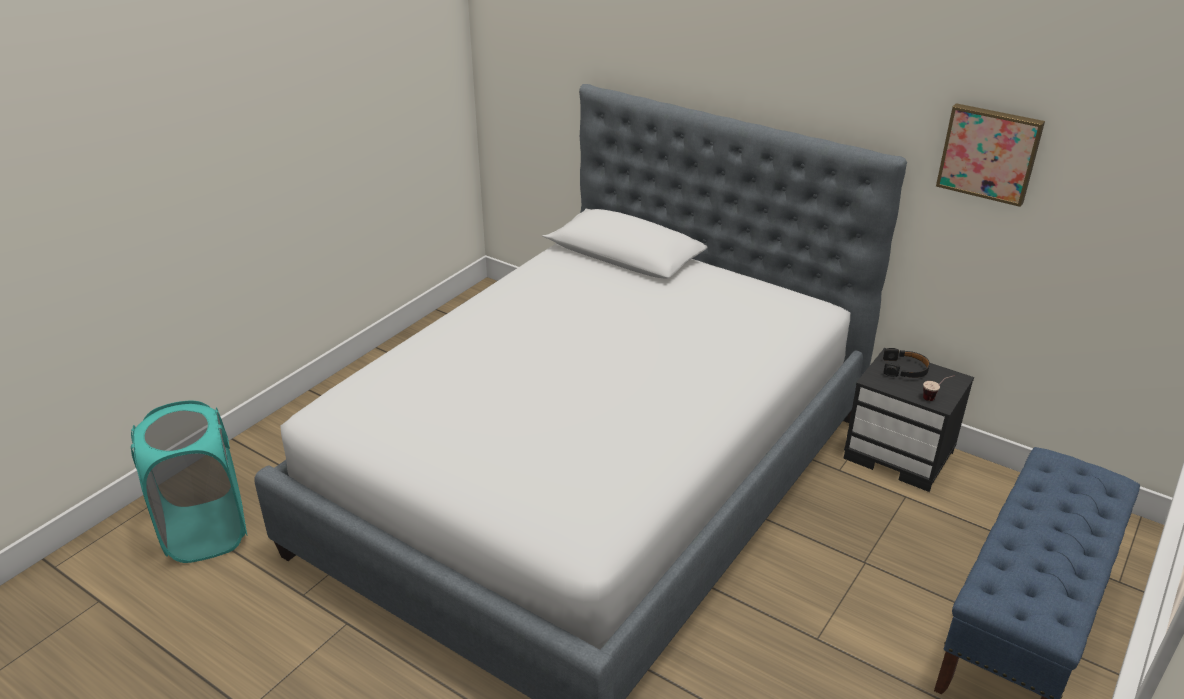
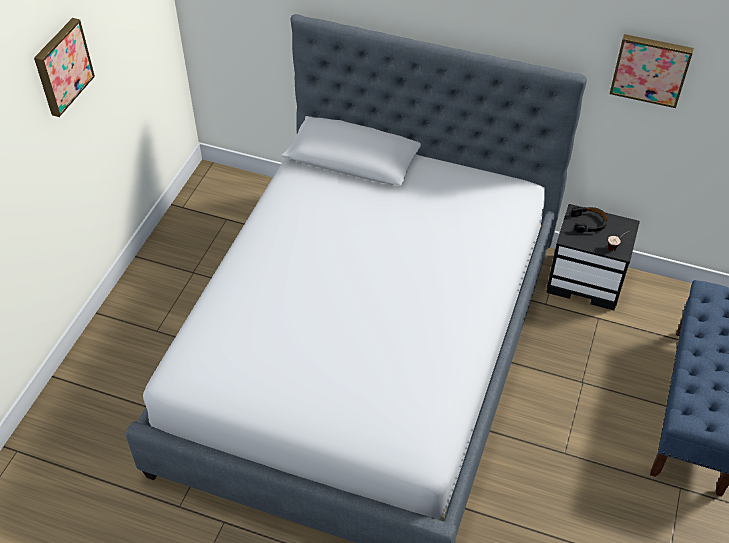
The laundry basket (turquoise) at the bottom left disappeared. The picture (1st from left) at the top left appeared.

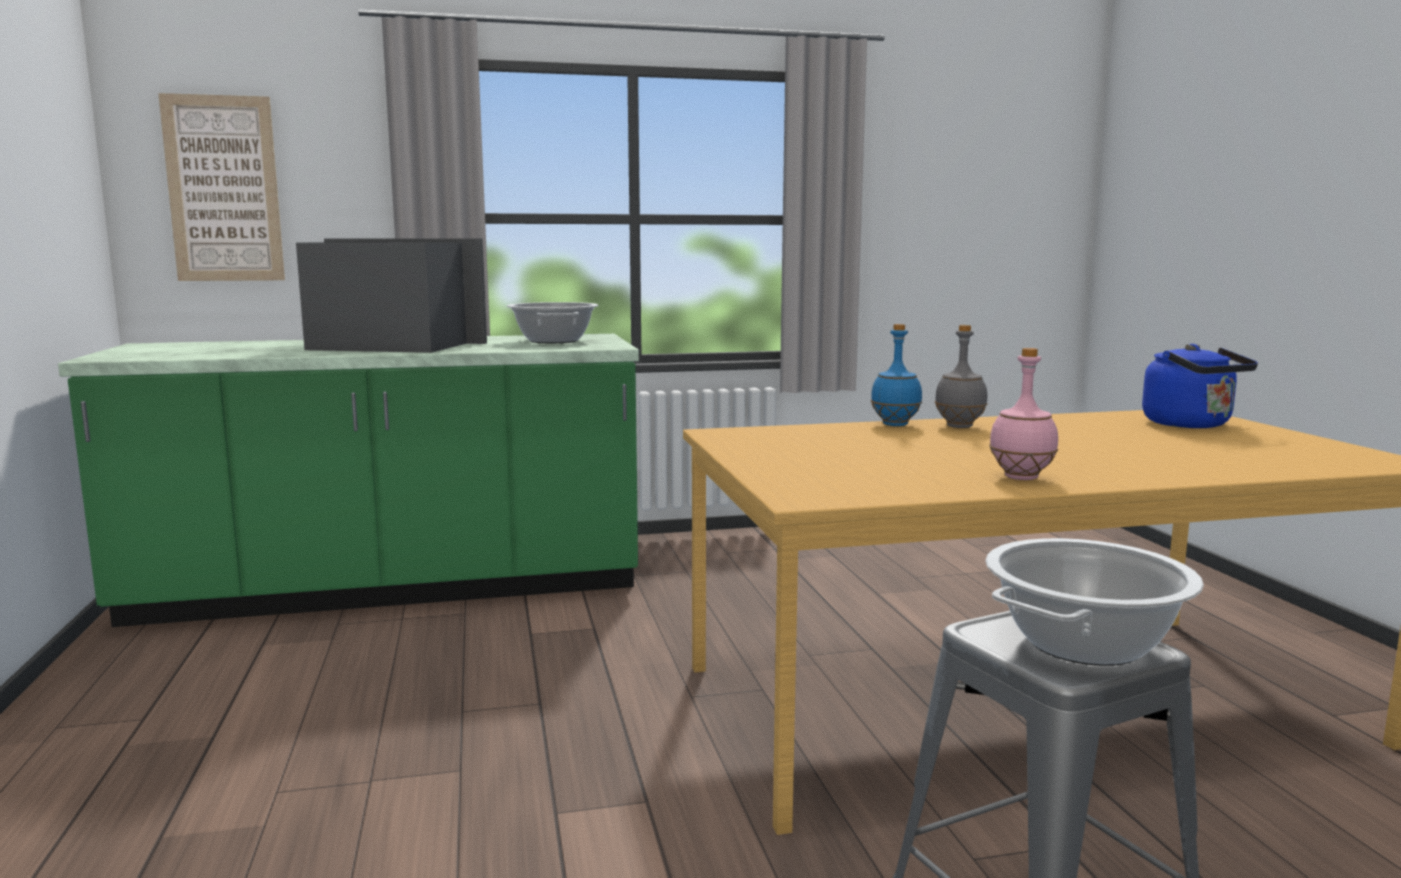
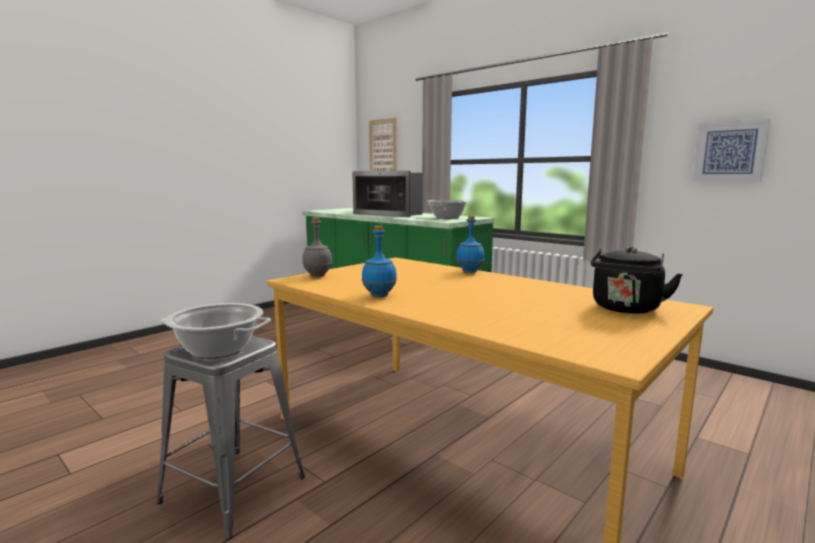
The microwave at the middle left turned 150 degrees clockwise. The bottle (grey) moved from the middle right to the centre. The bottle (pink) at the middle right became the bottle (blue) (1st from left) at the centre. The kettle (blue) at the middle right became the kettle (black) at the middle right. The picture (2nd from left) at the top right appeared.

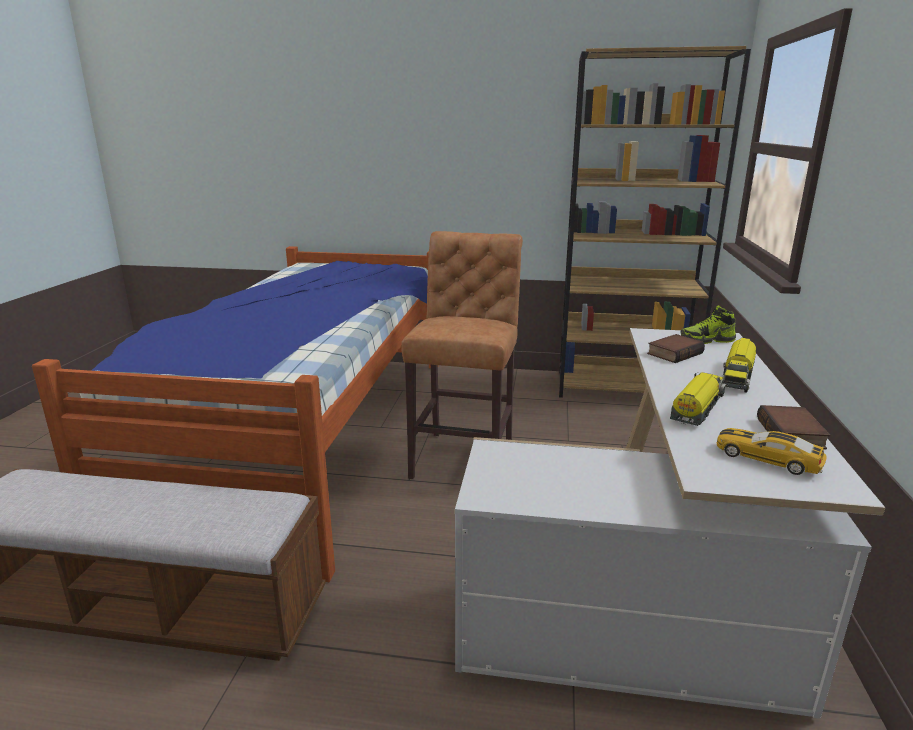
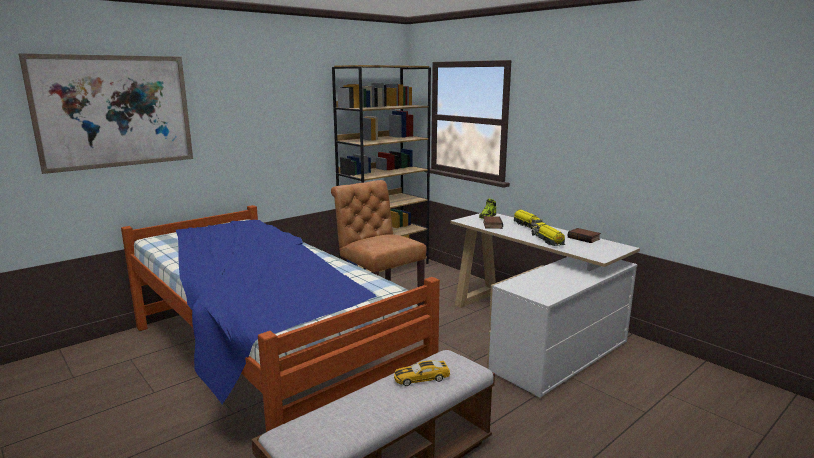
The toy car moved from the middle right to the bottom centre. The picture at the top left appeared.

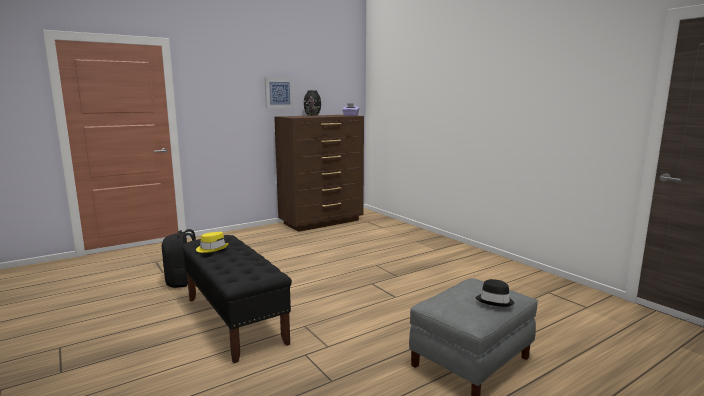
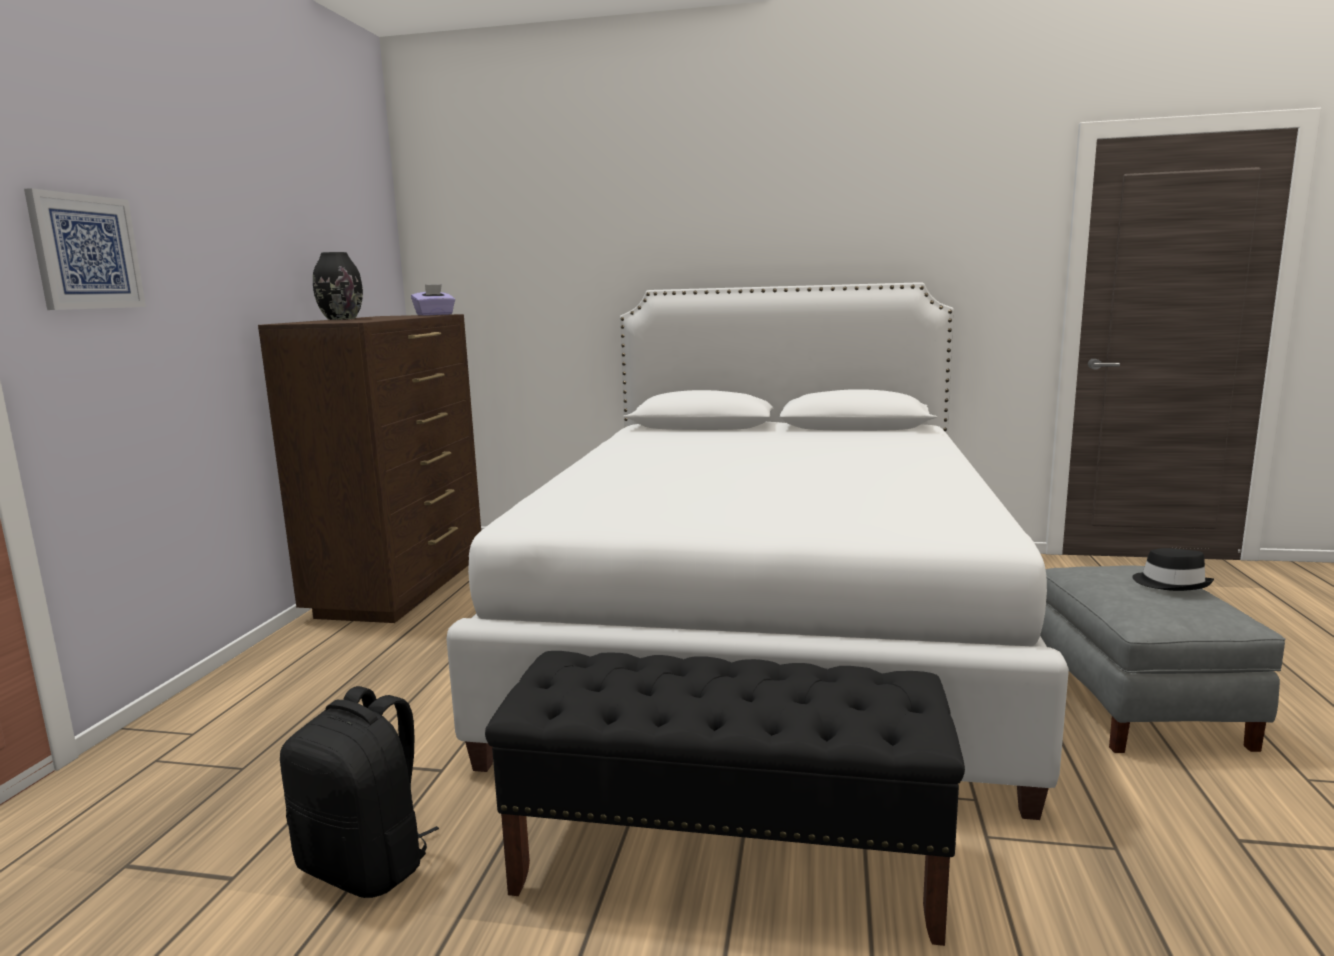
The hat (yellow) at the middle left disappeared. The picture moved from the top centre to the top left. The bed (white) at the centre appeared.

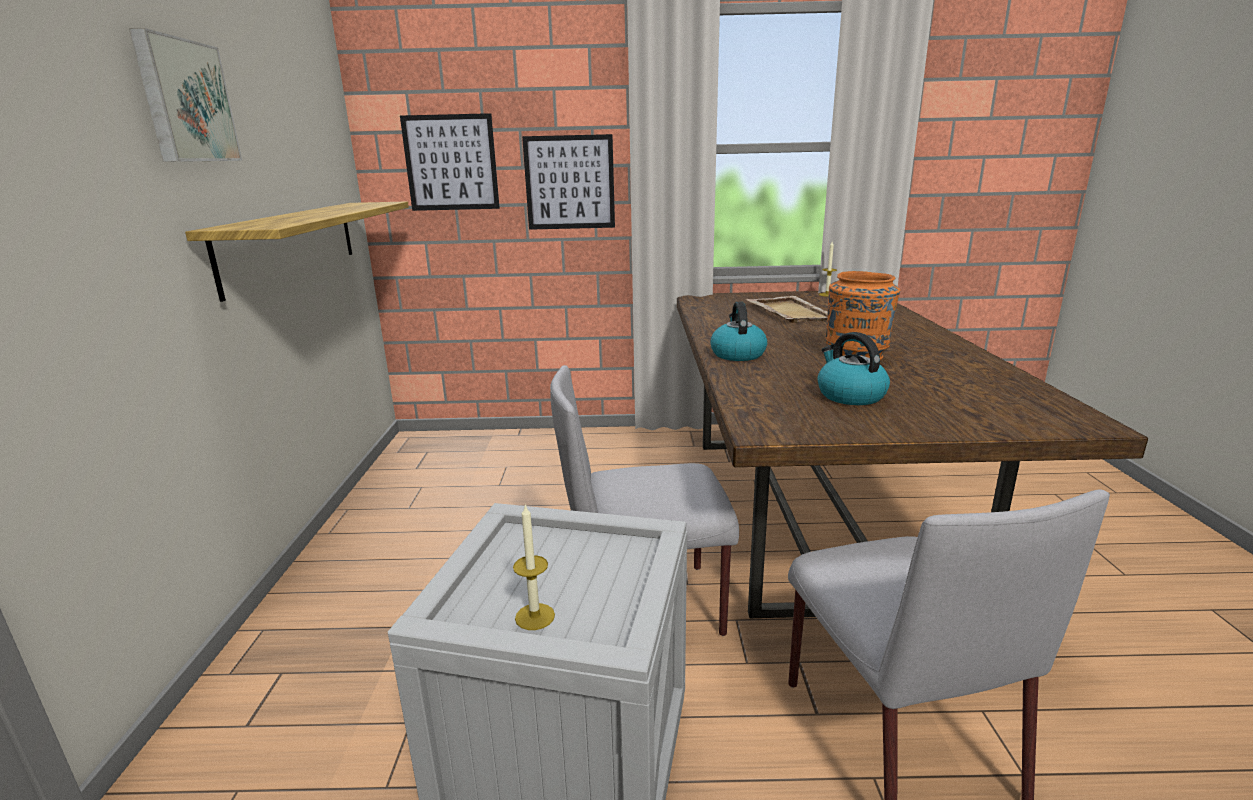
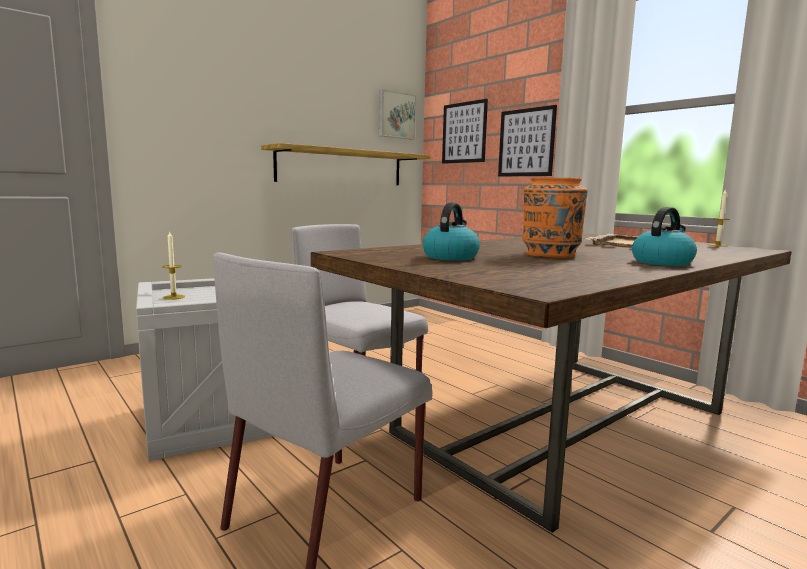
The picture (1st from left) moved from the top left to the top centre. The kettle (1st from left in the first image) moved from the centre to the middle right.

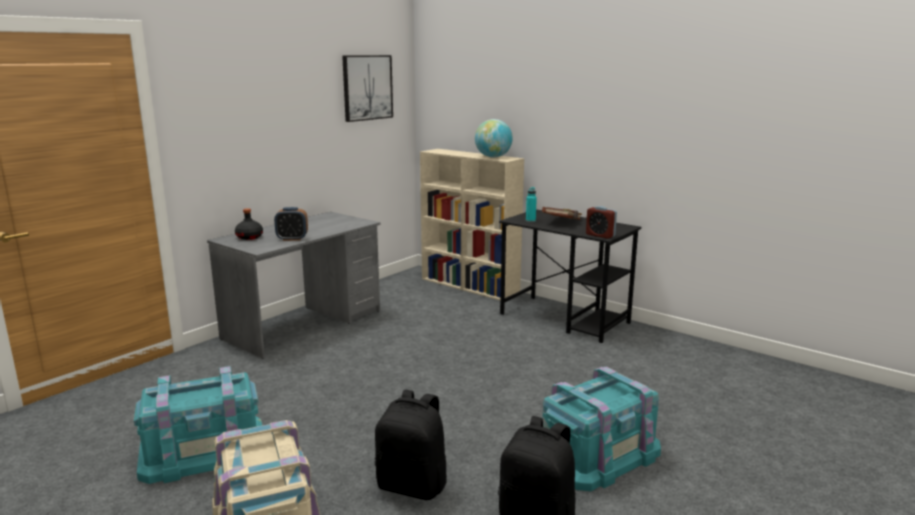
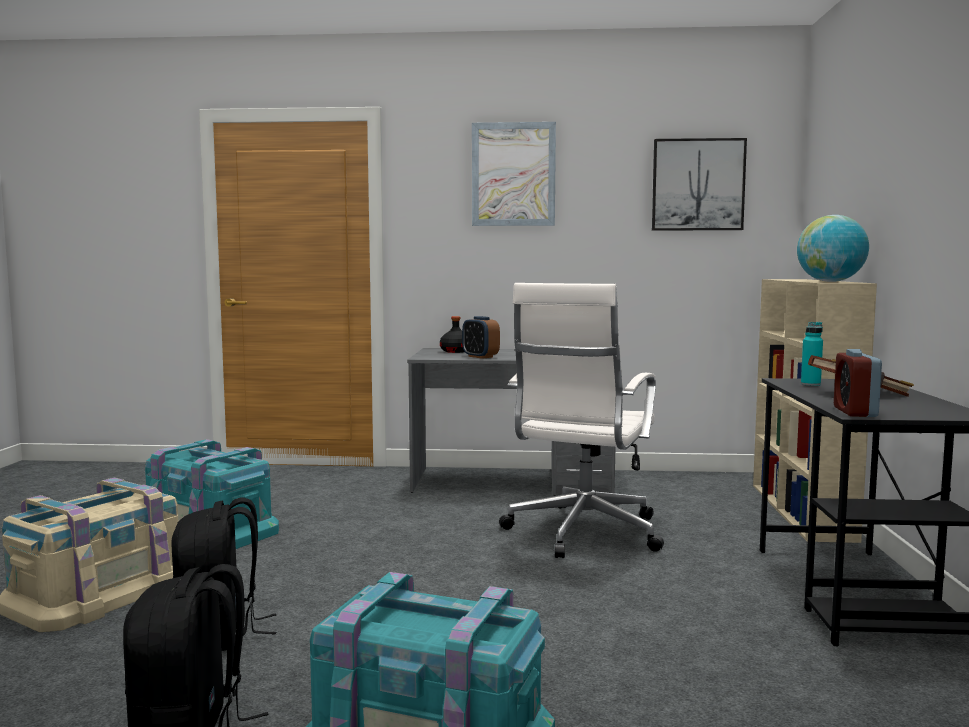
The picture (1st from left) at the top centre appeared. The office chair (white) at the centre appeared.

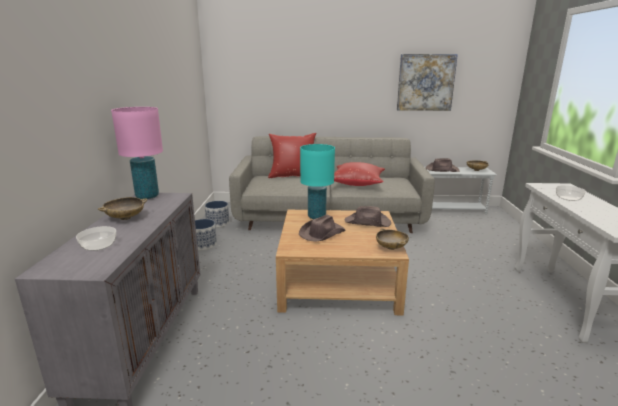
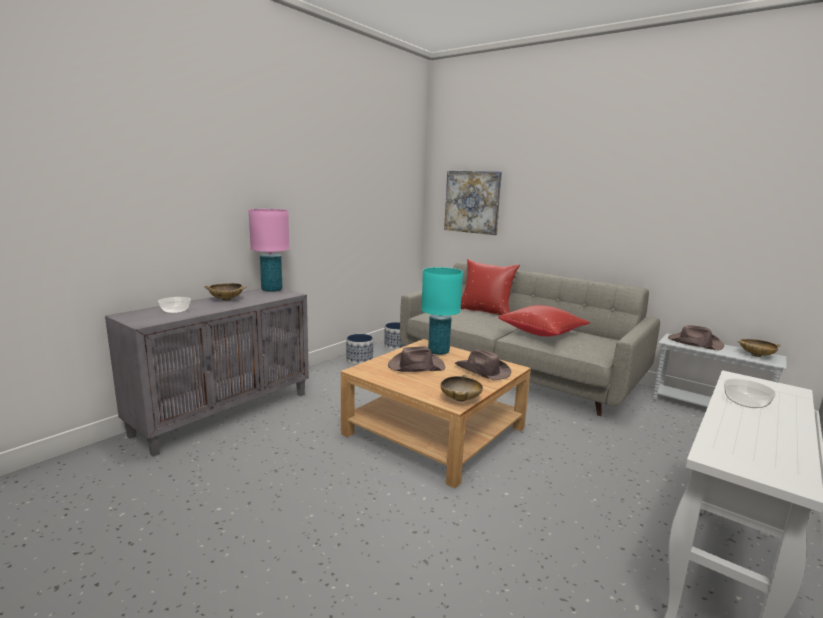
The picture moved from the top right to the top centre.

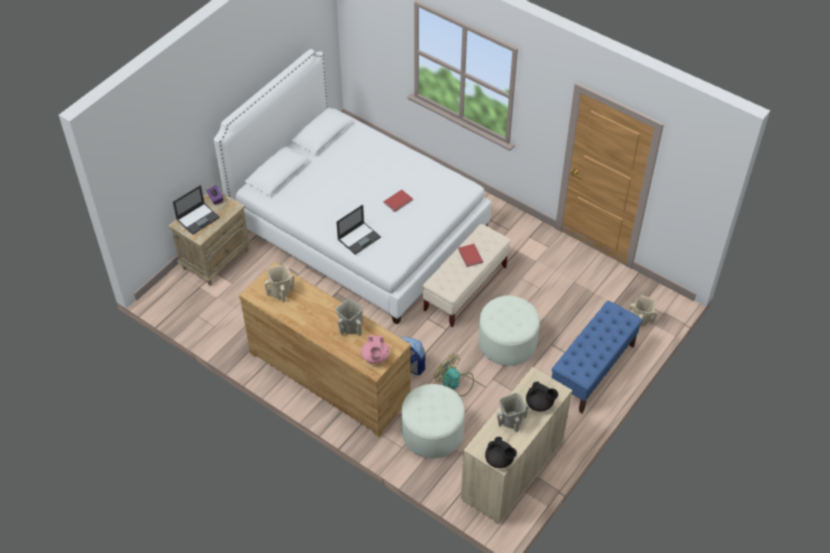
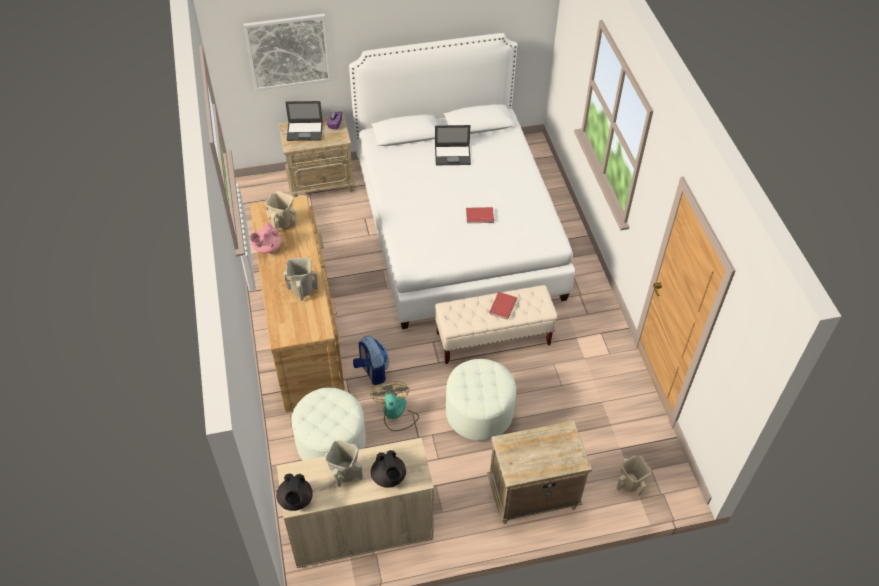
The laptop (2nd from left) moved from the centre to the top centre. The teapot (pink) moved from the centre to the middle left. The bench (blue) at the middle right was replaced by the nightstand (beige) (2nd from left) at the bottom centre. The picture at the top left appeared.

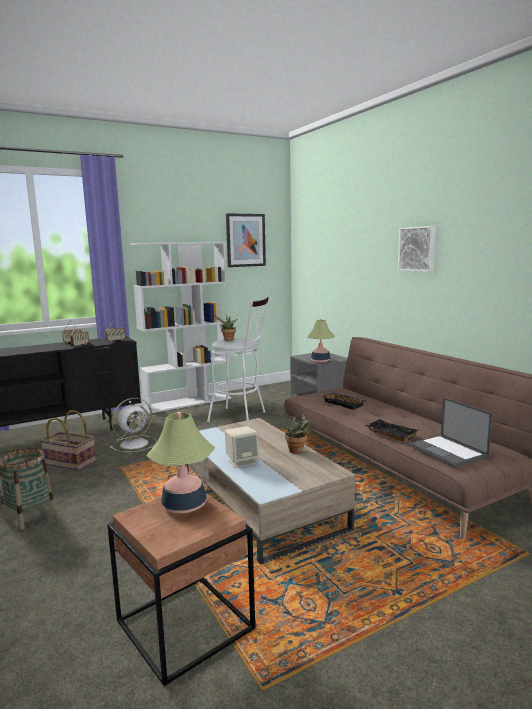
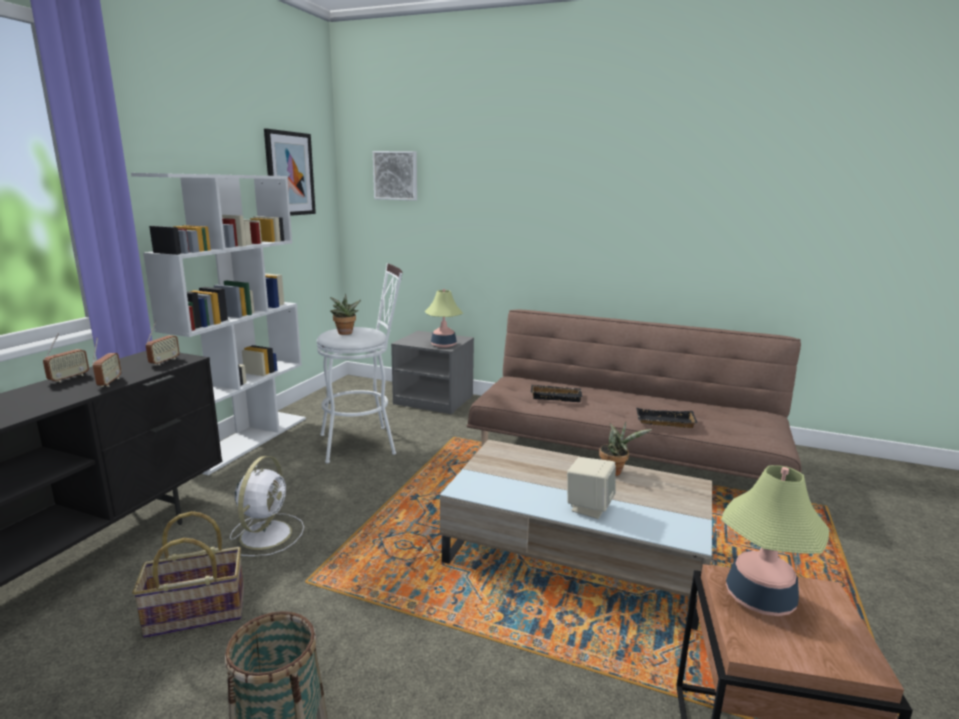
The picture (2nd from left) moved from the middle right to the top centre. The laptop at the middle right disappeared.

